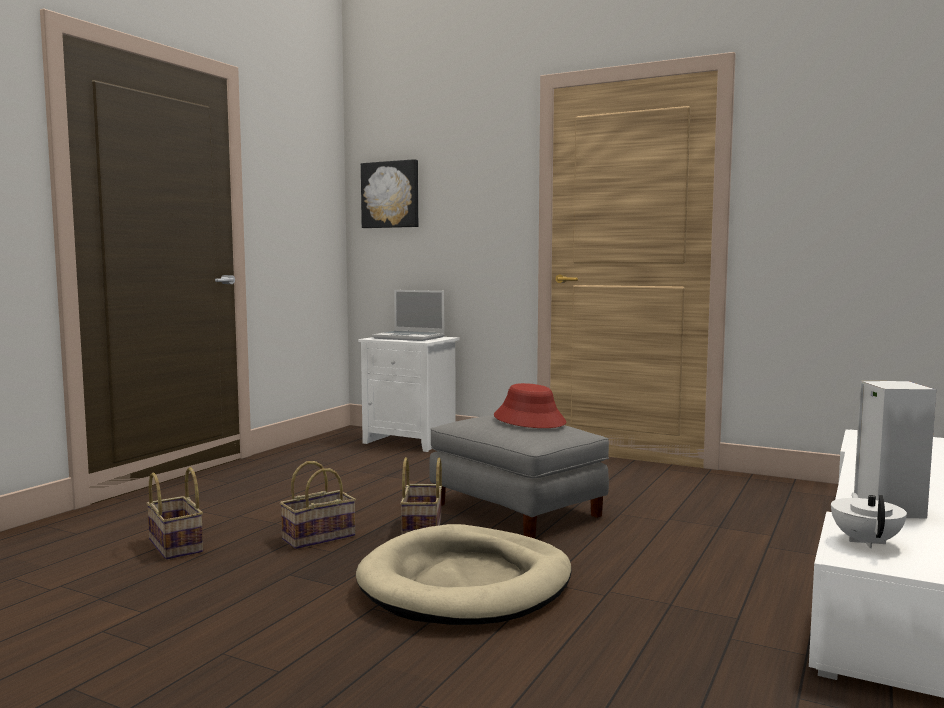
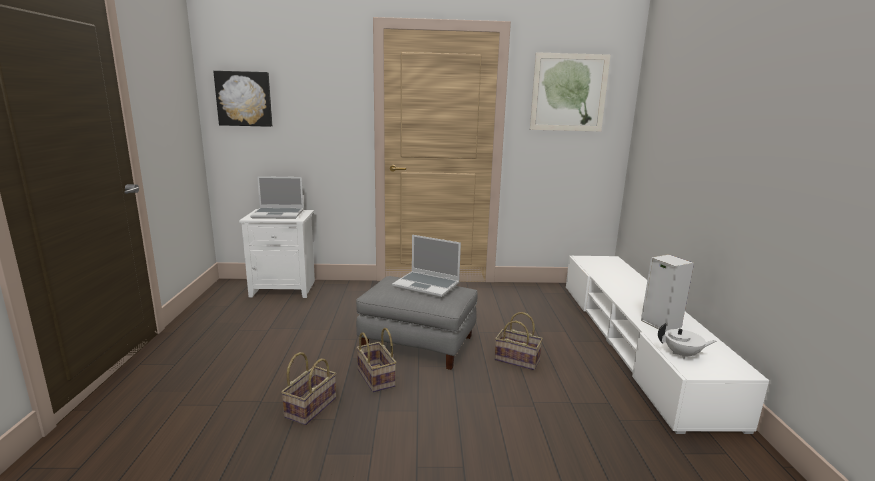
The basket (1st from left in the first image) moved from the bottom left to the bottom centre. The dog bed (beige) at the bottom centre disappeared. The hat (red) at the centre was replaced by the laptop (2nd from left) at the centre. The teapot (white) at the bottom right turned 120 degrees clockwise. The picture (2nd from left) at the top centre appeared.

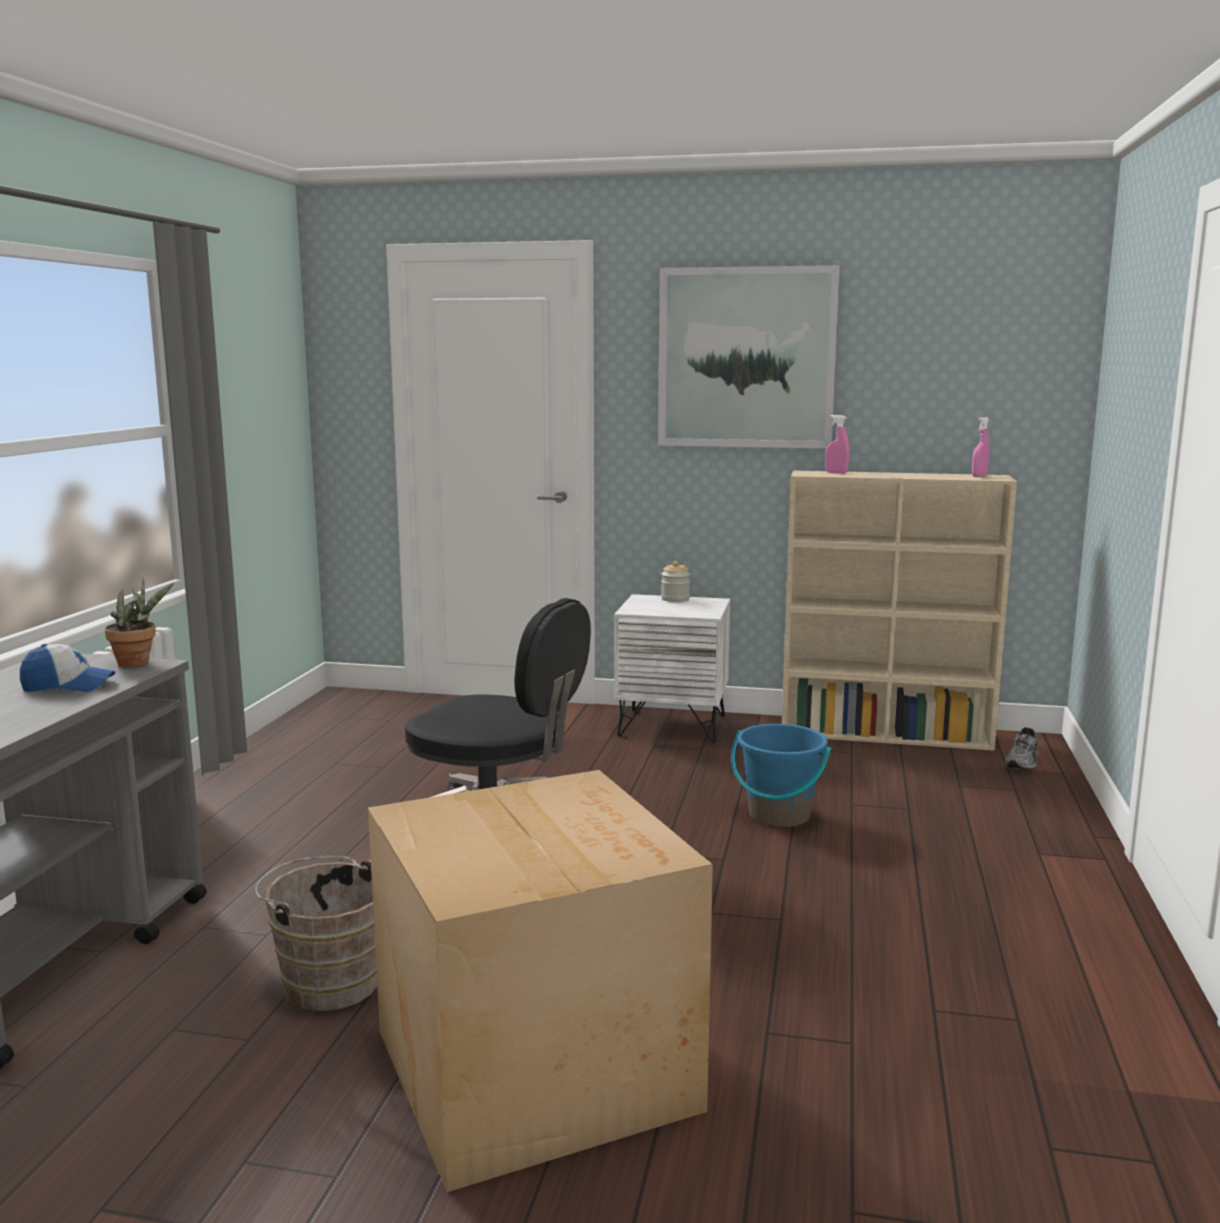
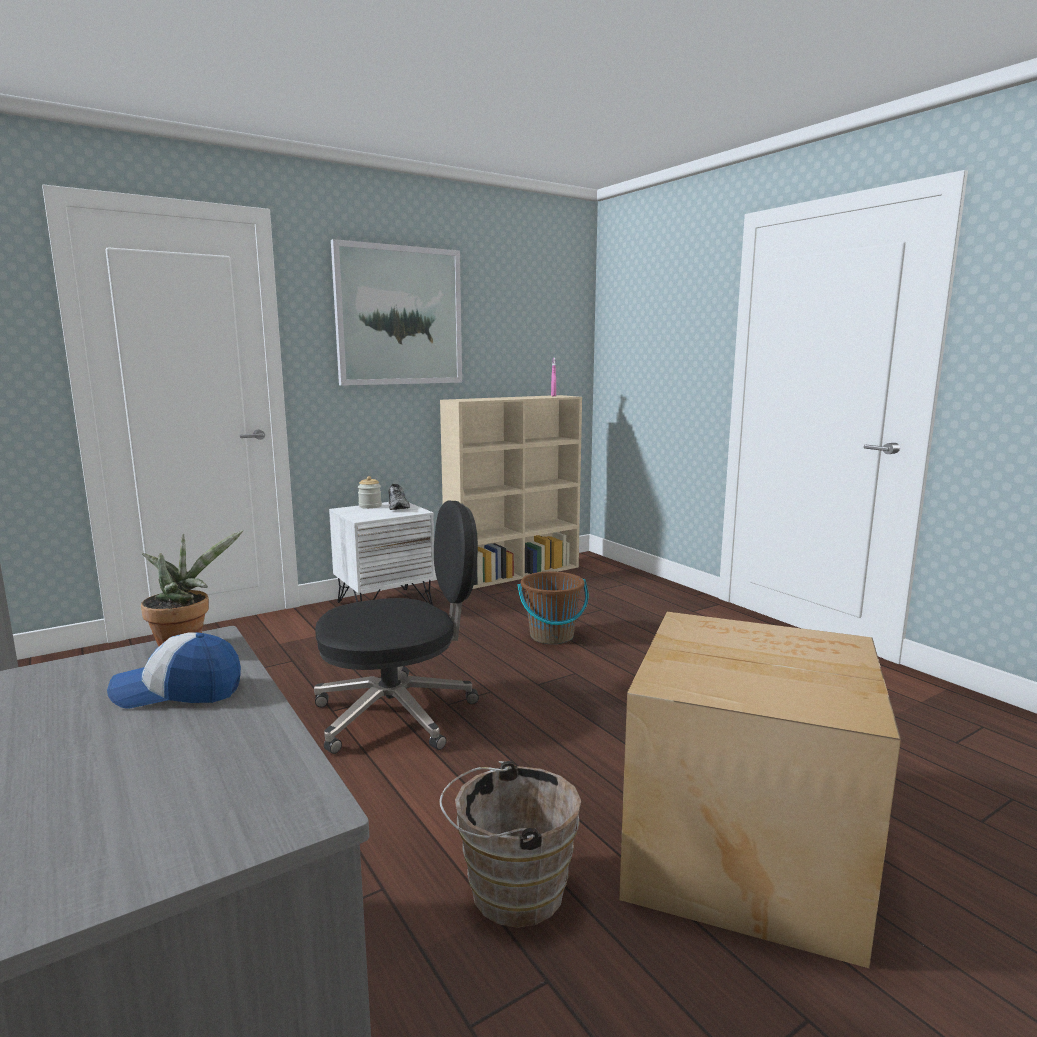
The cap at the middle left turned 135 degrees counterclockwise. The bucket (blue) at the centre became the bucket (brown) (2nd from left) at the centre. The spray bottle (pink) (1st from left) at the middle right disappeared. The shoe (grey) moved from the middle right to the centre.

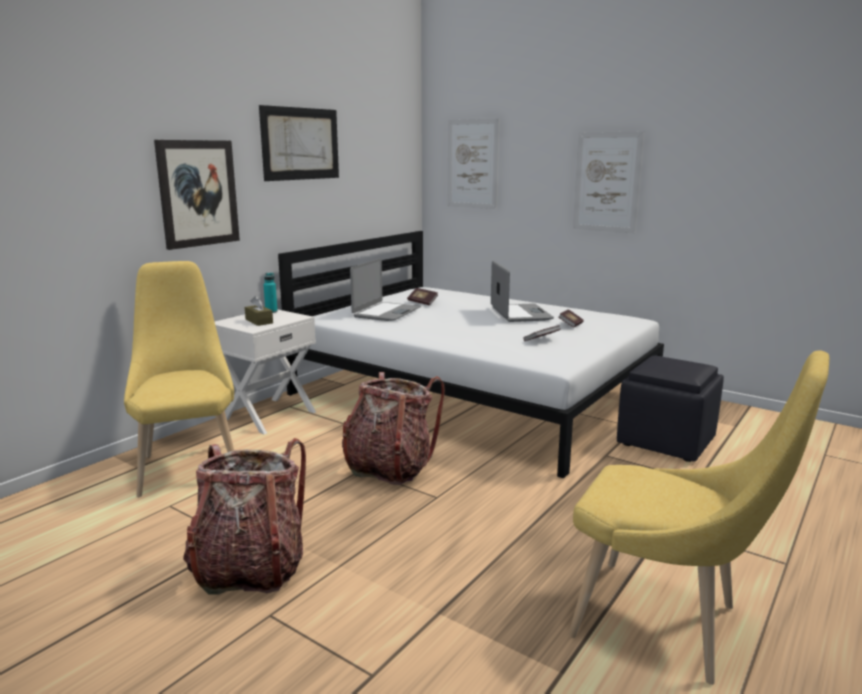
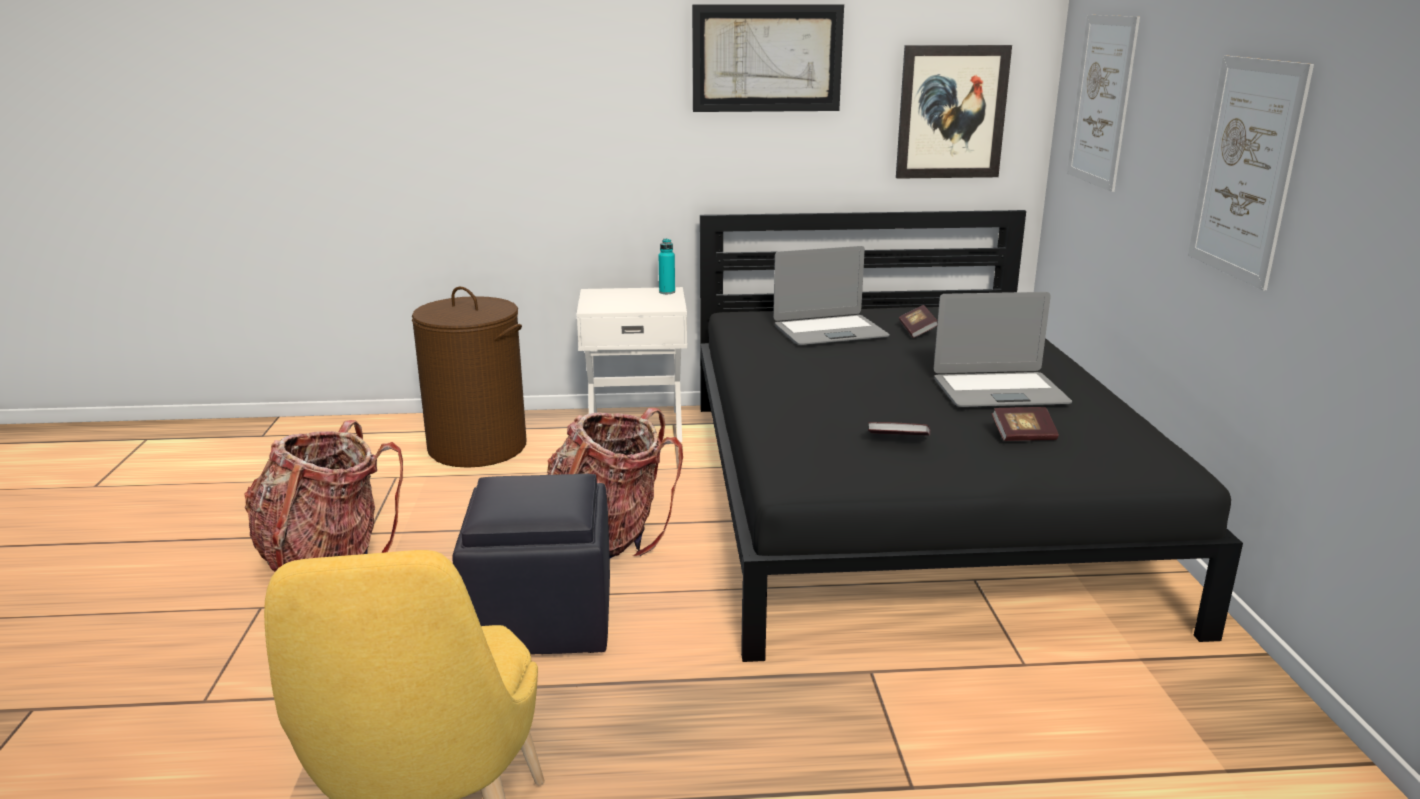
The chair (yellow) (1st from left) at the middle left was replaced by the laundry basket (brown) at the middle left. The picture (1st from left in the first image) moved from the top left to the top right. The tissue box (brown) at the middle left disappeared. The bed (white) at the centre became the bed (black) at the middle right. The laptop (2nd from left) at the centre turned 45 degrees clockwise. The ottoman (black) moved from the middle right to the bottom centre.

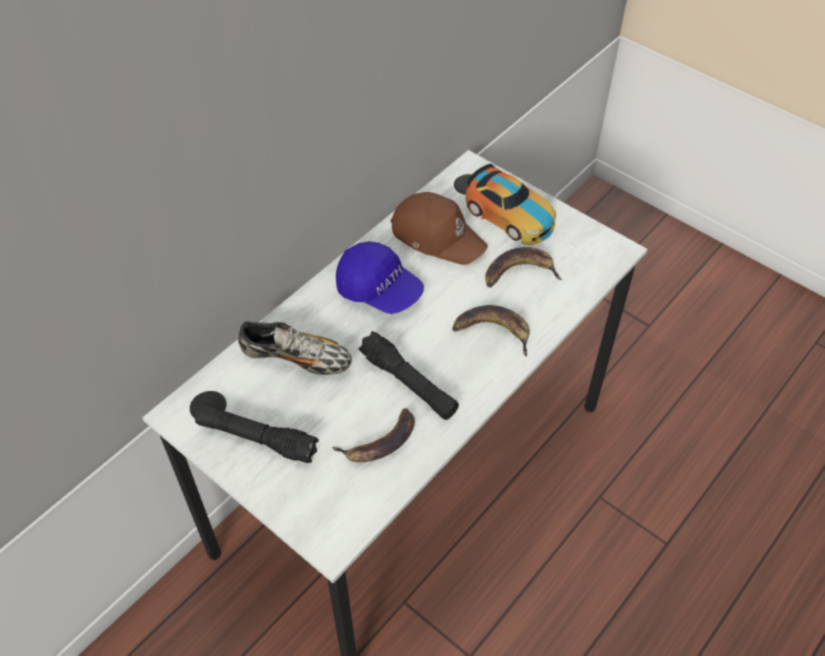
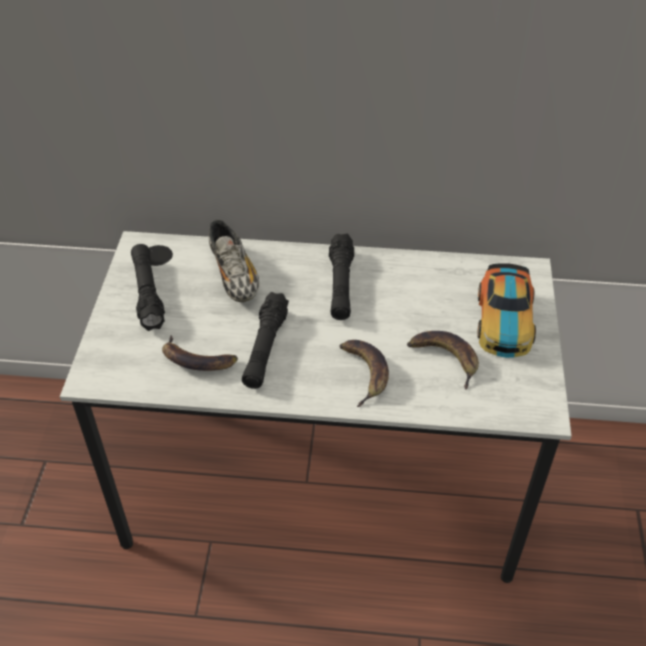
The cap (blue) at the centre was replaced by the flashlight (black) (3rd from left) at the centre. The cap (brown) at the centre disappeared.

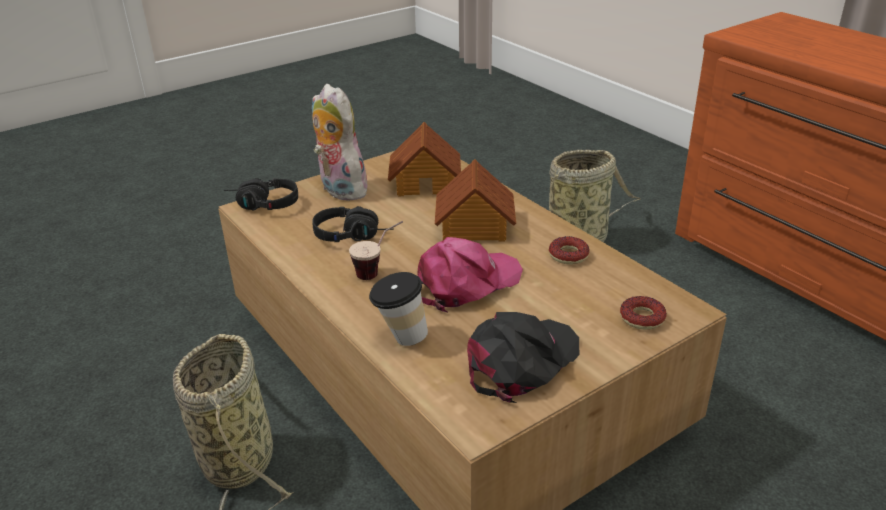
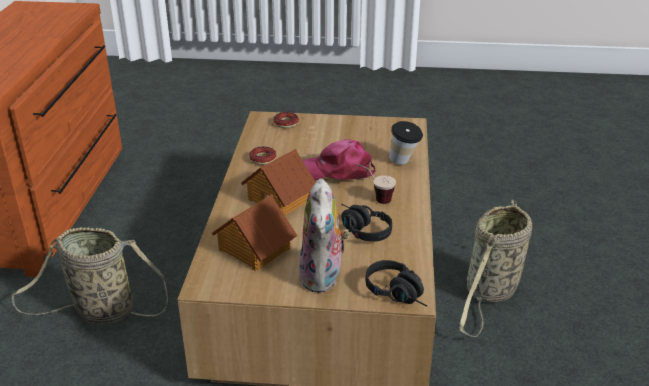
The cap (black) at the bottom centre disappeared.

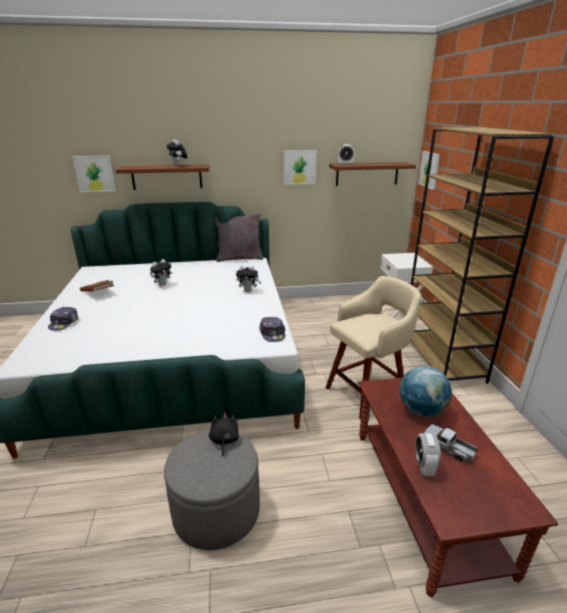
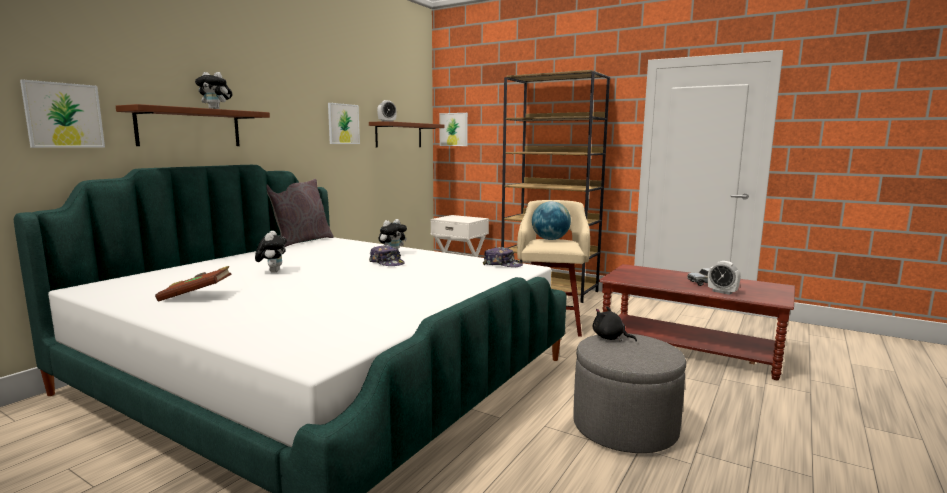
The cap (1st from left) moved from the middle left to the centre. The globe moved from the middle right to the centre.

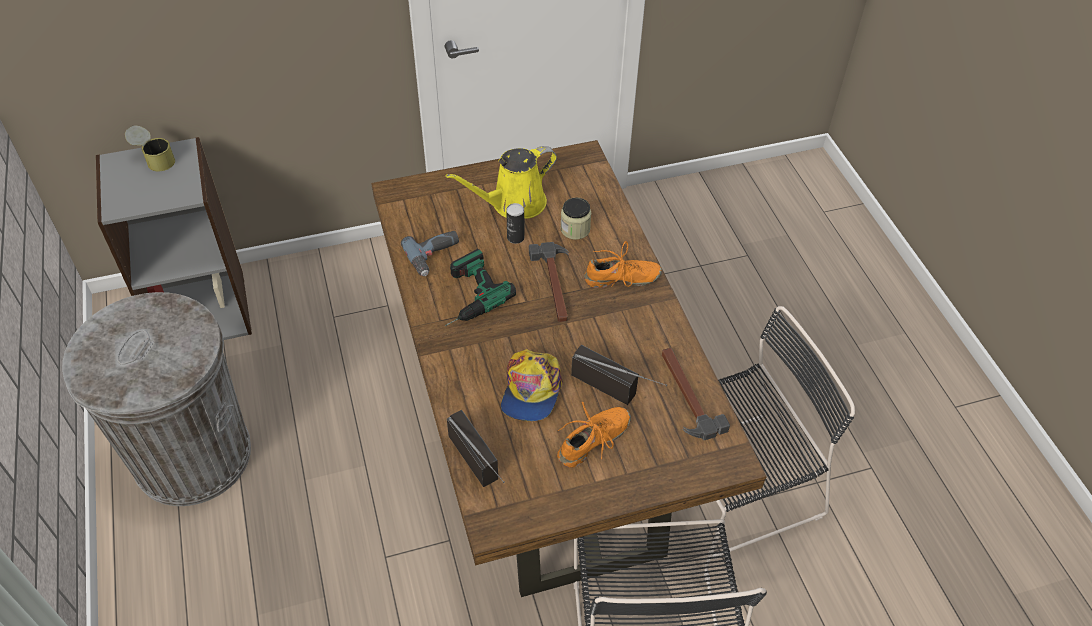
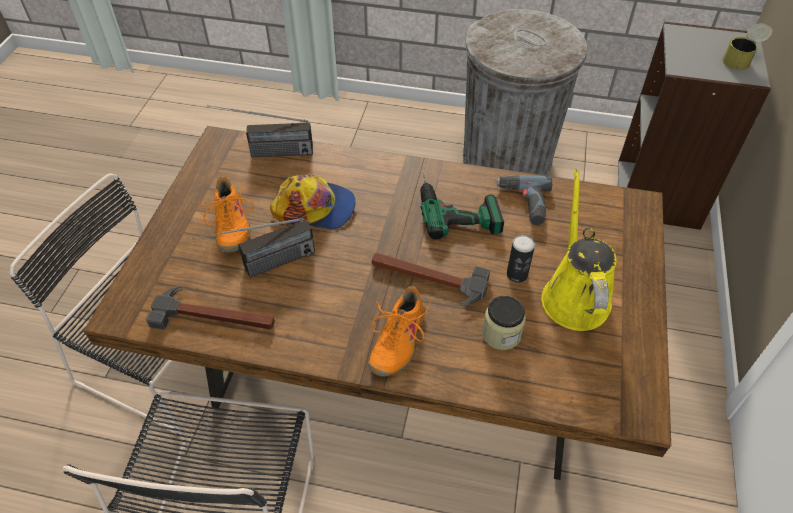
The cap at the centre turned 150 degrees clockwise.

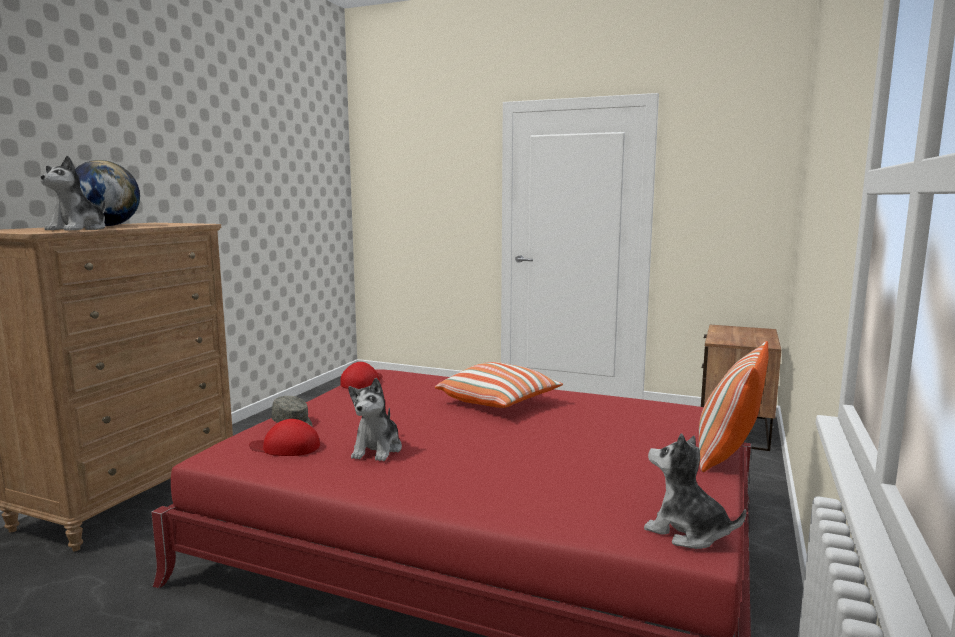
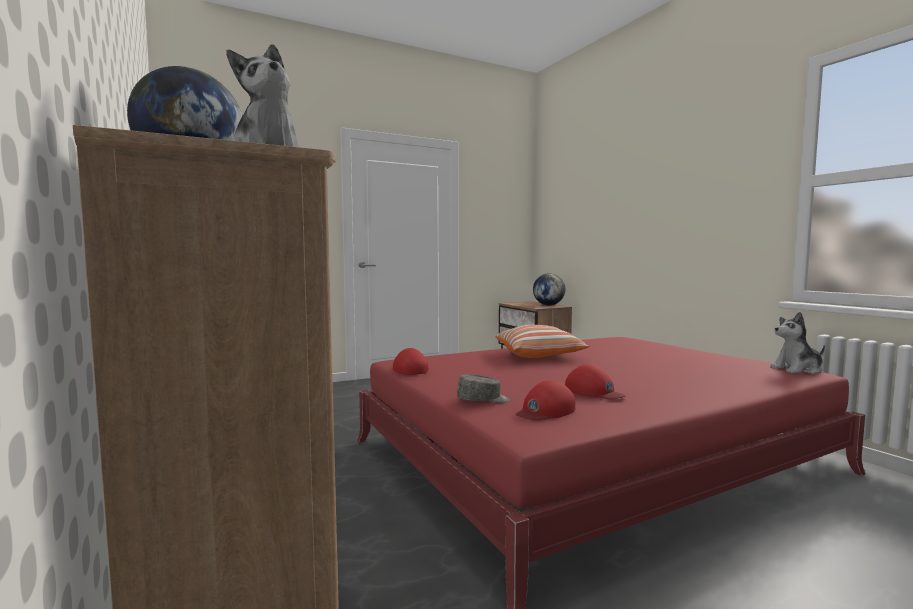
The plush toy (2nd from left) at the centre was replaced by the cap (red) (3rd from left) at the centre. The pillow (2nd from left) at the middle right disappeared. The globe (2nd from left) at the centre appeared.

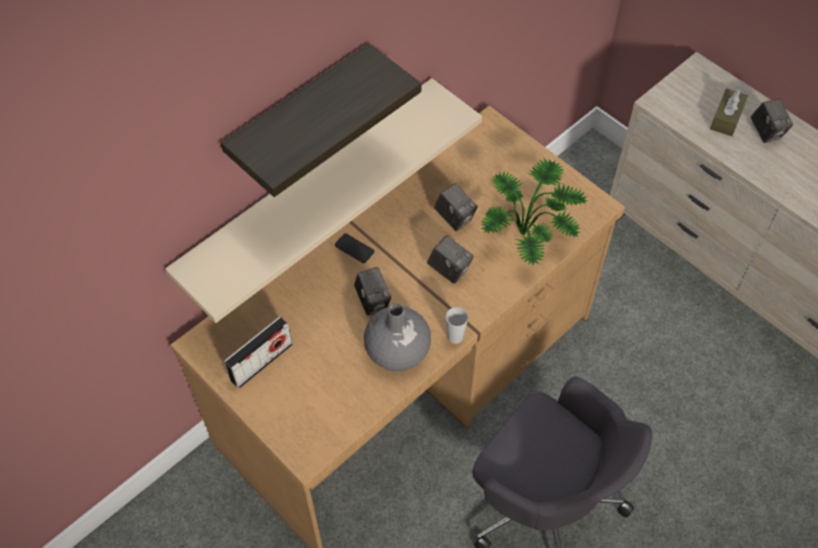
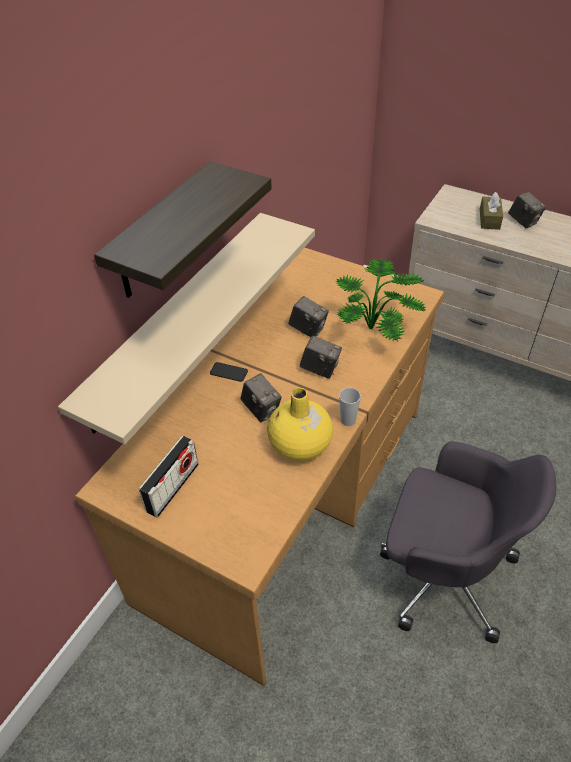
The vase (grey) at the centre became the vase (yellow) at the centre.

